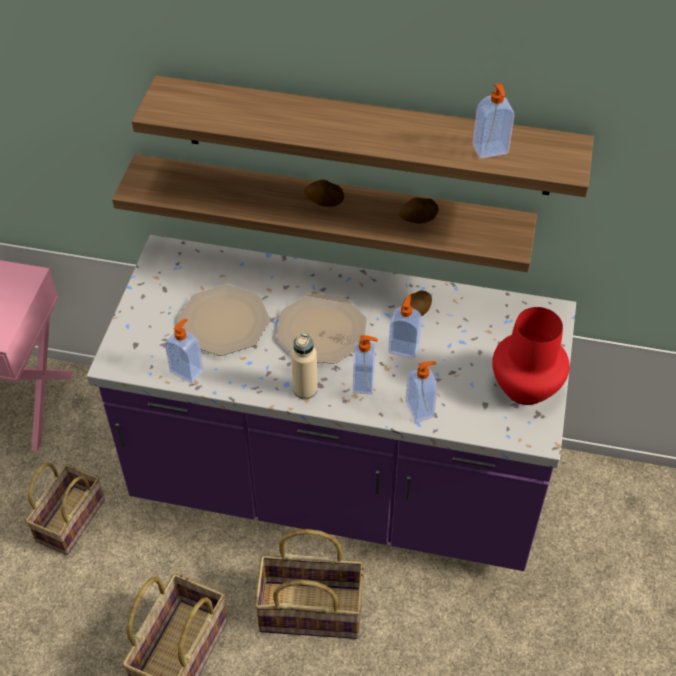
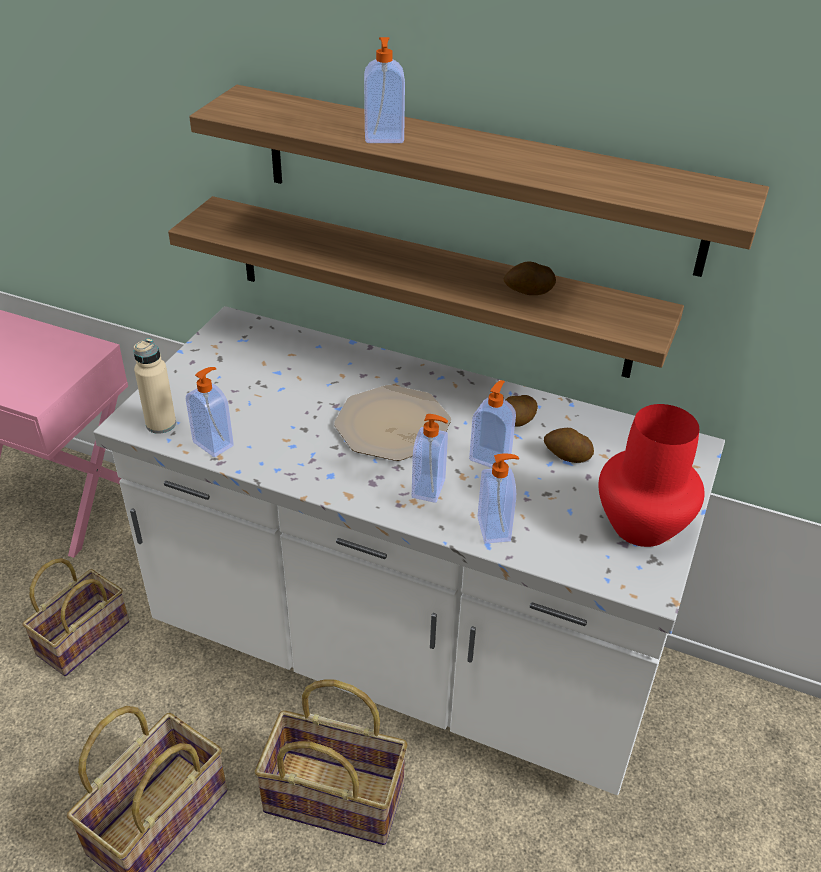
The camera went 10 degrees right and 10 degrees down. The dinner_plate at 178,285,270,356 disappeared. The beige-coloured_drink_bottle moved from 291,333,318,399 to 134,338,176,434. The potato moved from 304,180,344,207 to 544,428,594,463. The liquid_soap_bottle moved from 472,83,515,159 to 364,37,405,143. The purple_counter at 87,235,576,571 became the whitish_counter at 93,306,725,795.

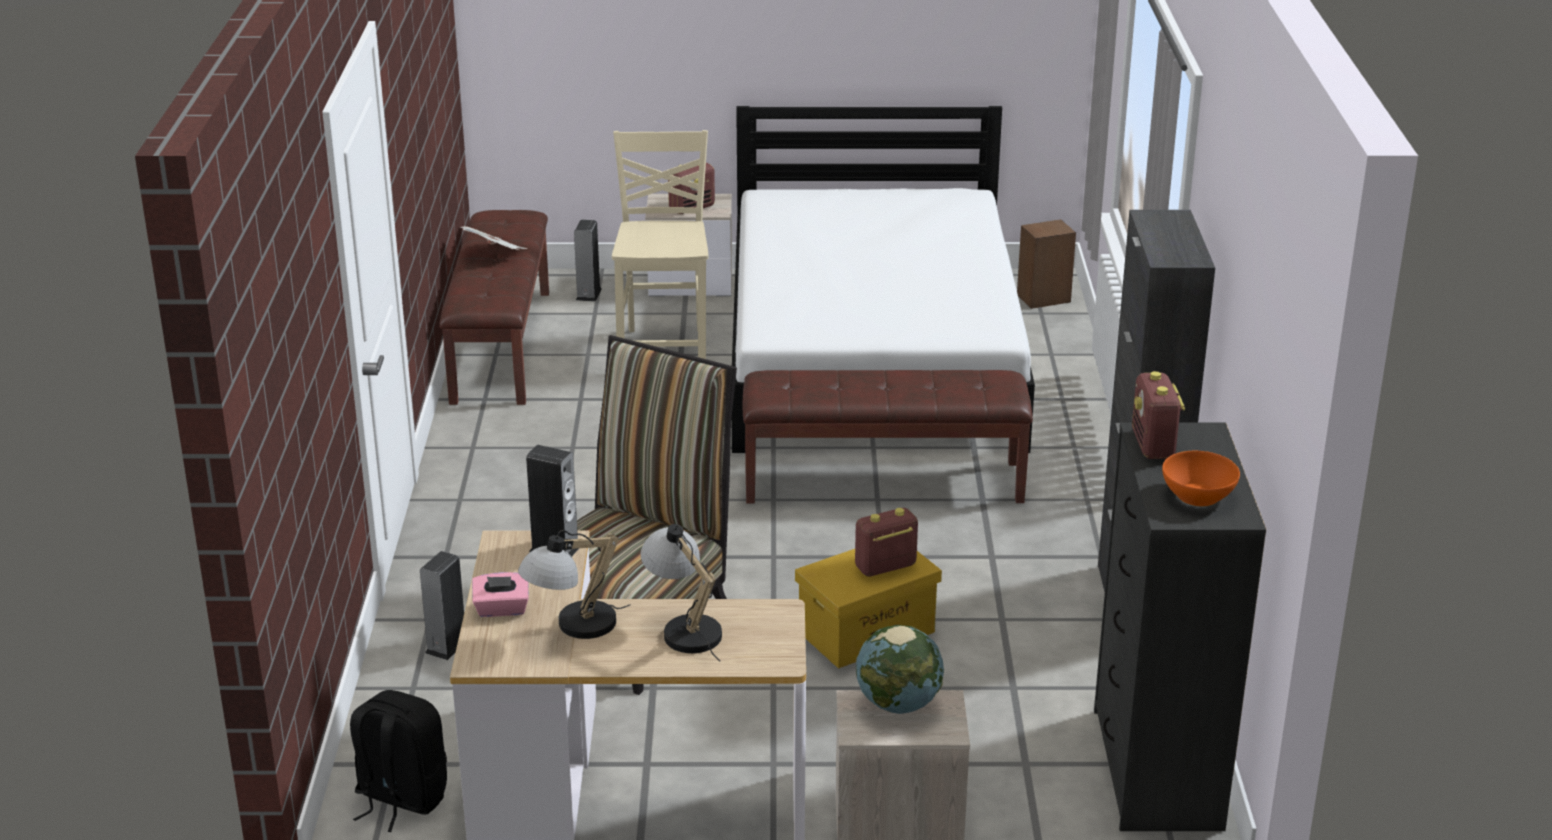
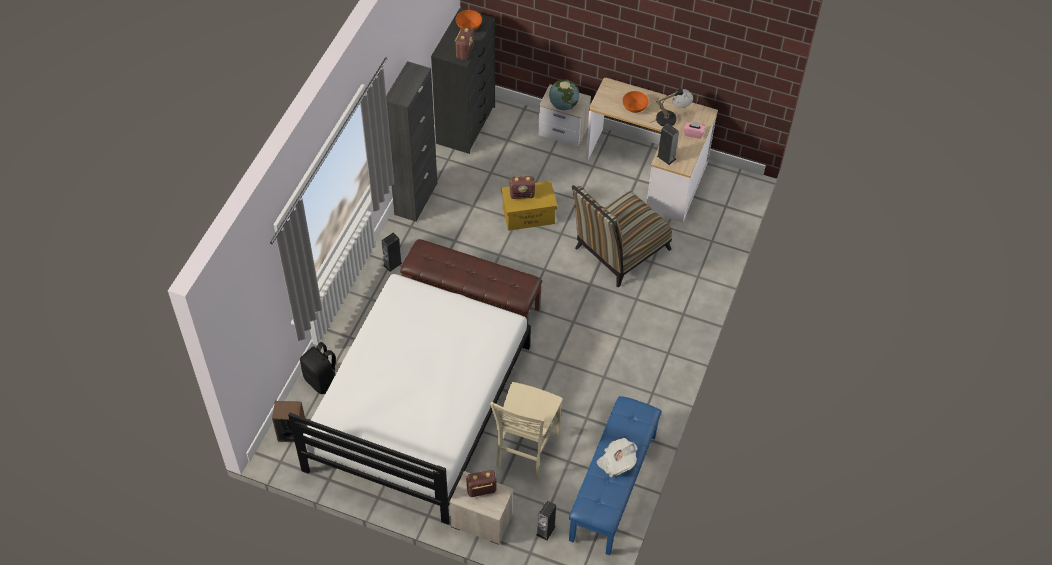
The camera went 160 degrees left and 25 degrees up. The black-coloured_backpack moved from 350,690,447,832 to 300,342,336,394. The audio_speaker moved from 420,551,464,660 to 382,233,402,272. The tabletop_lamp at 641,524,722,662 was replaced by the orangey_serving_bowl at 623,91,649,113. The brown_bench at 439,210,549,405 became the blue_bench at 569,396,662,556.

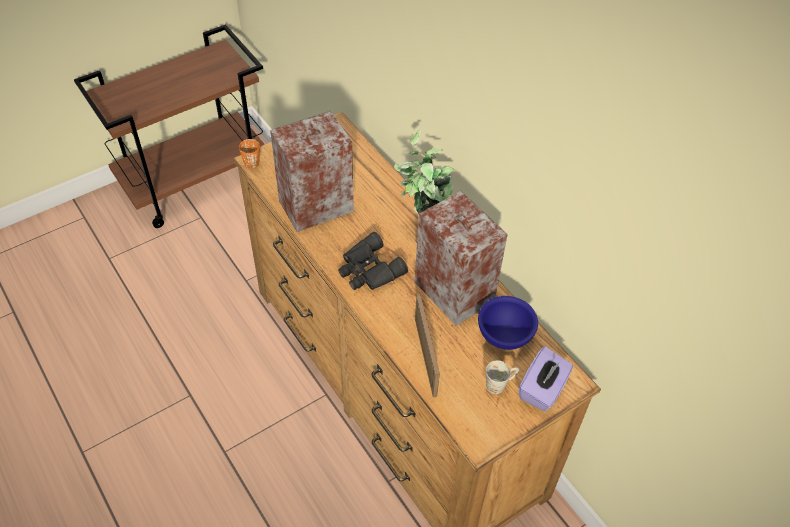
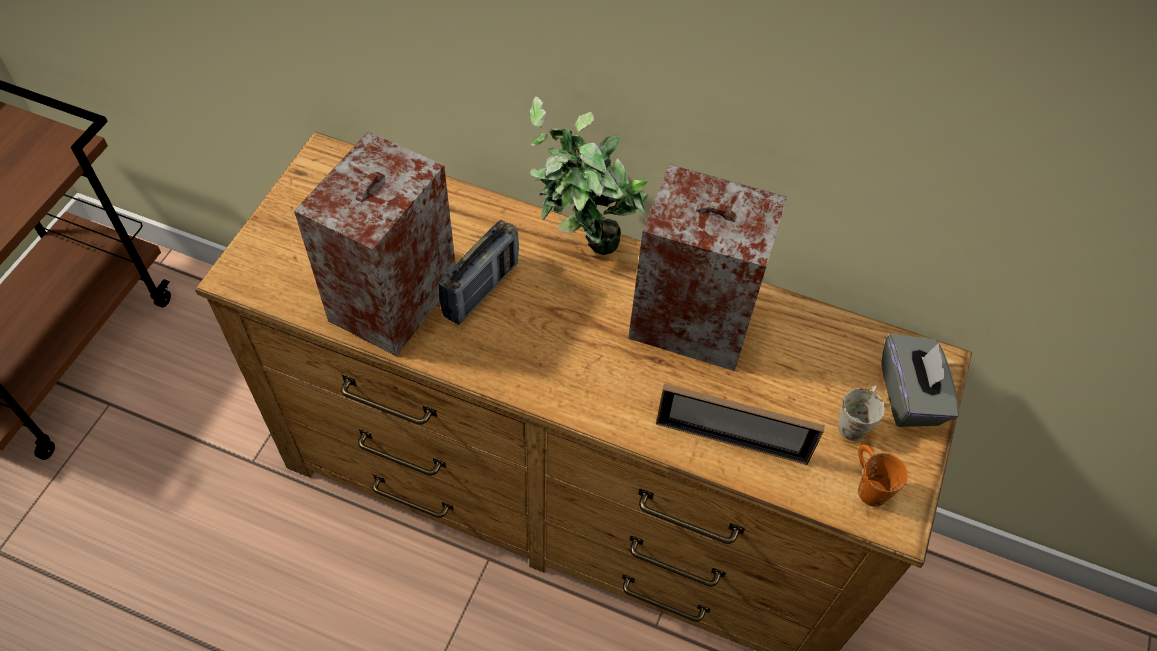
The camera went 35 degrees left and 5 degrees up. The black-coloured_field_glasses at 338,232,408,290 disappeared. The blue_serving_bowl at 478,296,538,350 disappeared. The radio_receiver at 439,220,519,325 appeared. The orangey_coffee_mug moved from 239,138,260,169 to 858,444,908,507. The purple_tissue_box at 519,346,573,411 became the grey_tissue_box at 881,334,959,427. The photo_frame at 415,294,440,398 turned 150 degrees clockwise.

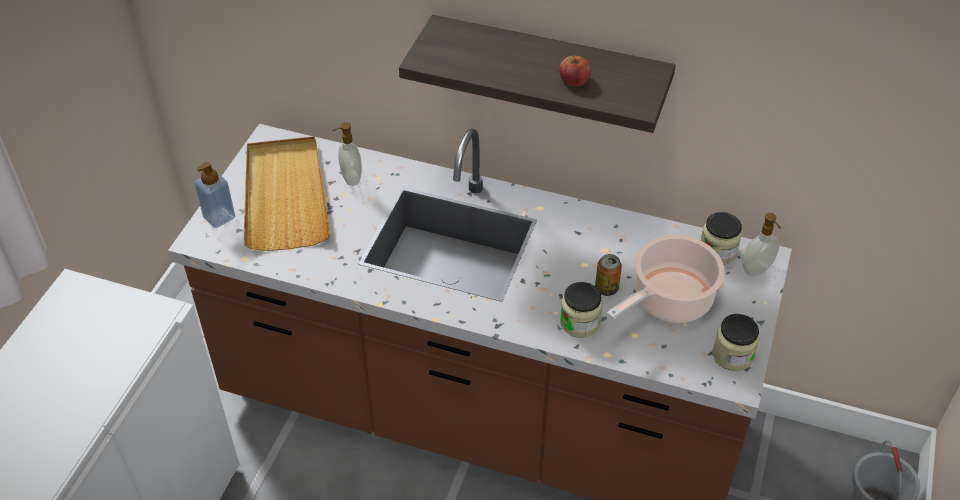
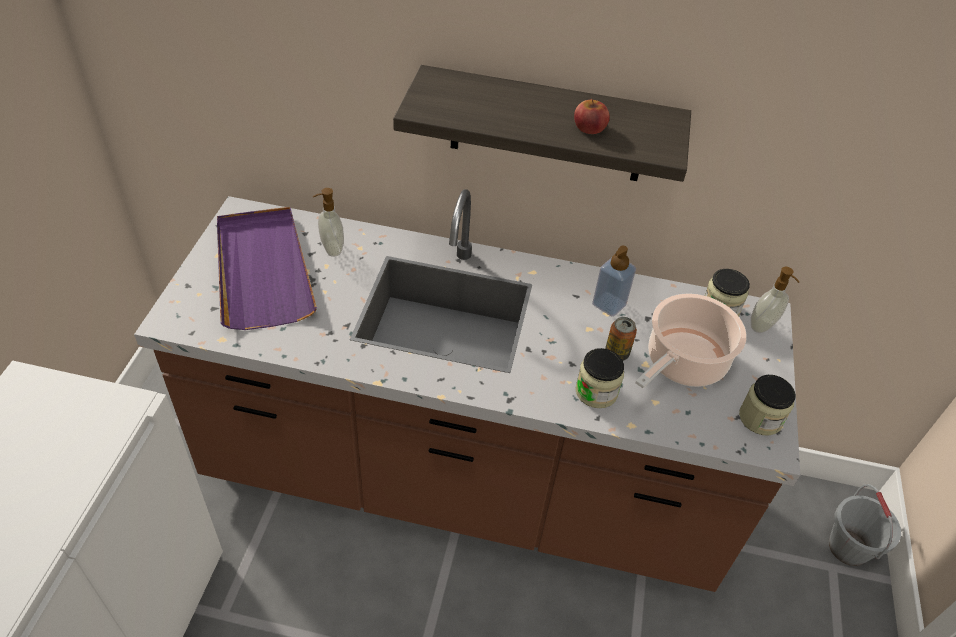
The camera went 10 degrees left and 0 degrees up. The liquid_soap_bottle moved from 194,162,236,228 to 592,246,636,317. The beige-coloured_serving_tray at 243,136,330,251 became the purple_serving_tray at 217,207,317,330.

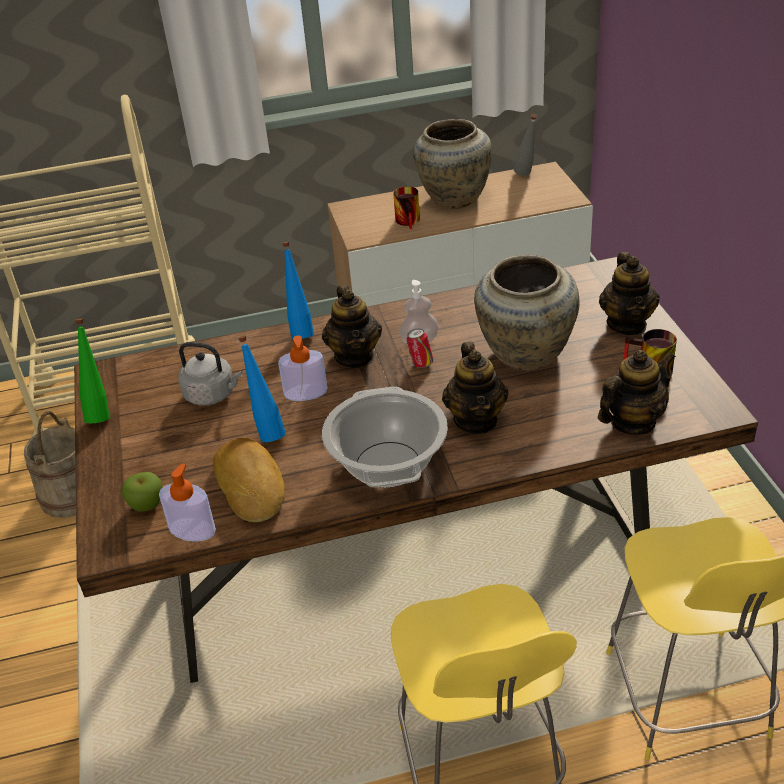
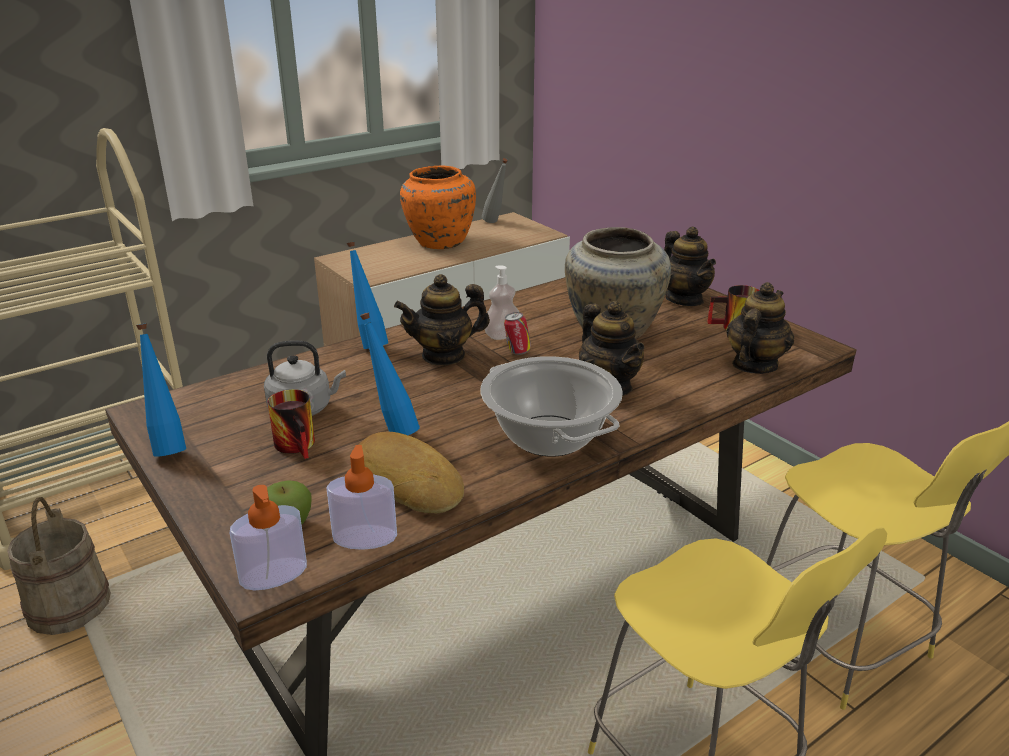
The camera went 25 degrees left and 10 degrees down. The liquid_soap_bottle moved from 278,336,327,401 to 230,485,307,591. The coffee_mug moved from 393,186,420,229 to 268,389,315,459. The greenish_drink_bottle at 75,318,110,423 became the blue_drink_bottle at 136,323,186,457. The beige-coloured_flower_vase at 414,119,492,209 became the orangey_flower_vase at 400,165,476,249. The tea_pot at 322,285,382,368 turned 105 degrees clockwise.

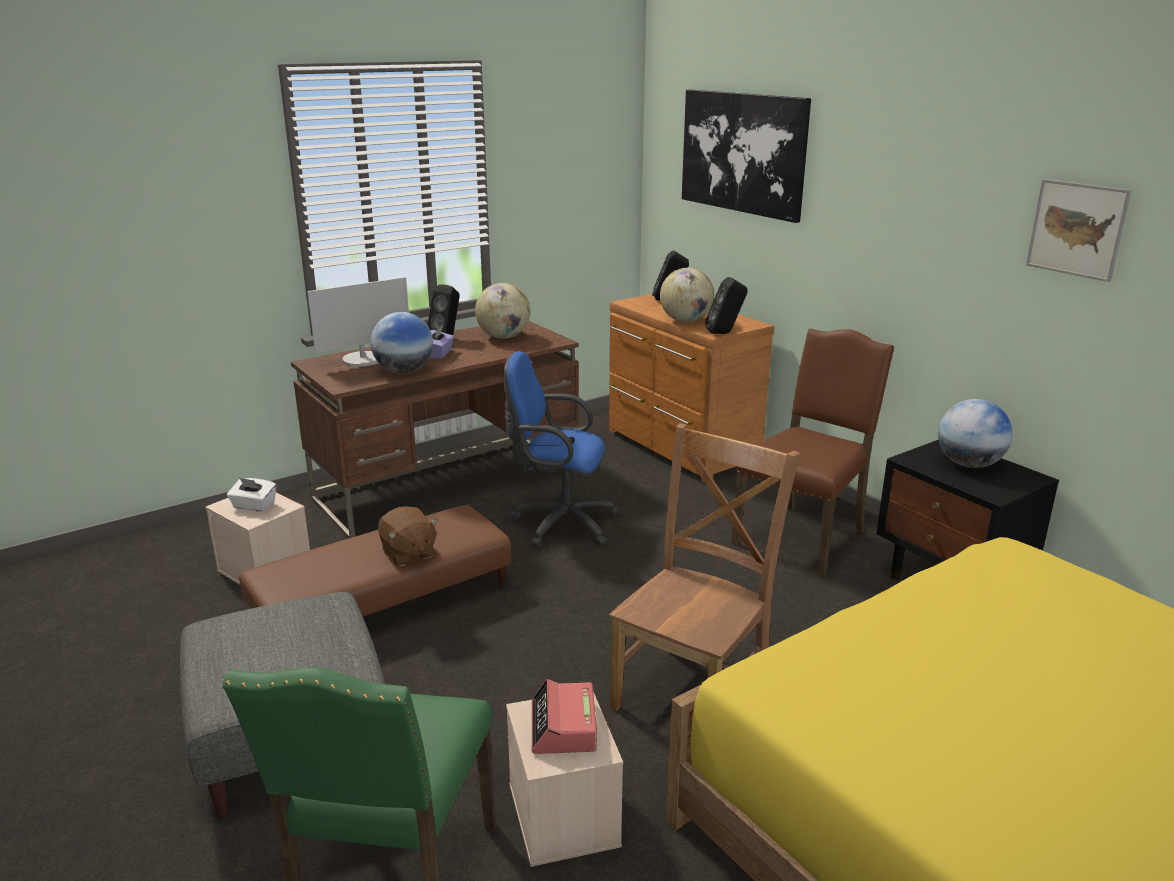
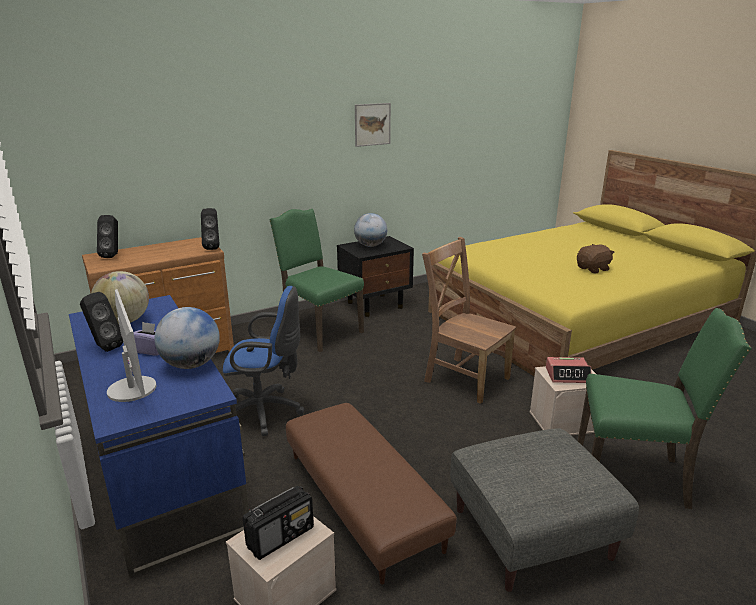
The camera went 85 degrees left and 0 degrees up. The world_globe at 660,268,714,322 disappeared. The wall_art at 682,89,811,223 disappeared. The brown_cuddly_toy moved from 378,506,438,566 to 577,244,615,274. The whitish_tissue_box at 227,478,276,512 was replaced by the radio_receiver at 243,486,314,560. The brown_desk at 291,321,579,538 became the blue_desk at 69,295,249,578. The brown_upright_chair at 731,329,894,578 became the greenish_upright_chair at 270,209,364,352. The blue_desk_chair at 503,351,620,548 turned 105 degrees counterclockwise.

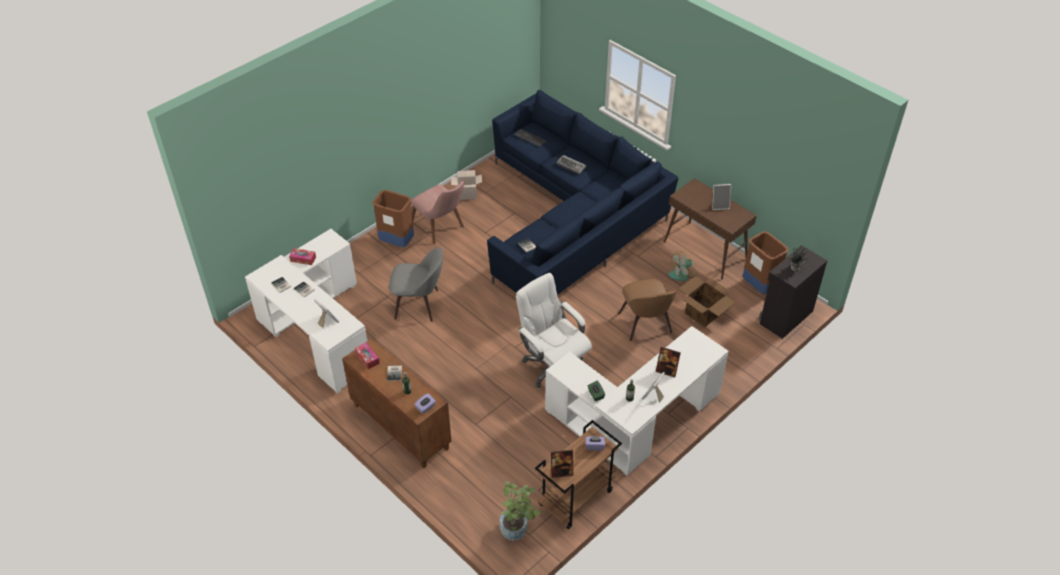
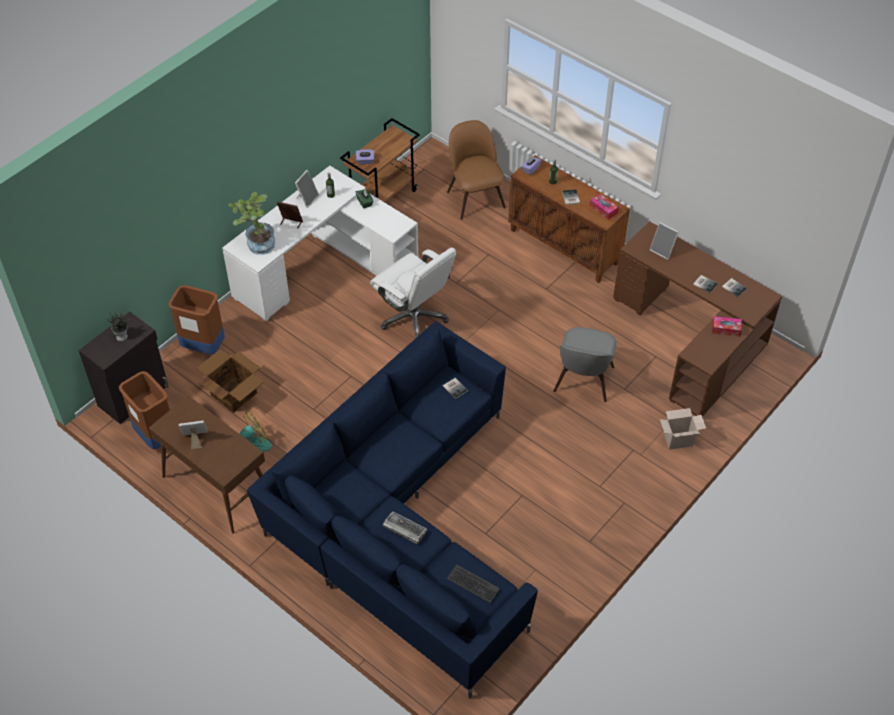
The camera went 175 degrees right and 5 degrees up. The pink-coloured_upright_chair at 410,181,464,244 disappeared. The photo_frame at 551,450,573,478 disappeared. The brown_waste_bin moved from 372,190,414,247 to 168,285,224,354. The carton moved from 451,170,482,200 to 660,408,706,450. The plant_in_a_pot moved from 499,481,541,541 to 228,192,275,255. The brown_upright_chair moved from 618,279,677,341 to 447,120,506,219. The whitish_desk at 245,229,367,394 became the brown_desk at 613,221,782,417. The grey_upright_chair at 389,248,443,322 turned 75 degrees counterclockwise.

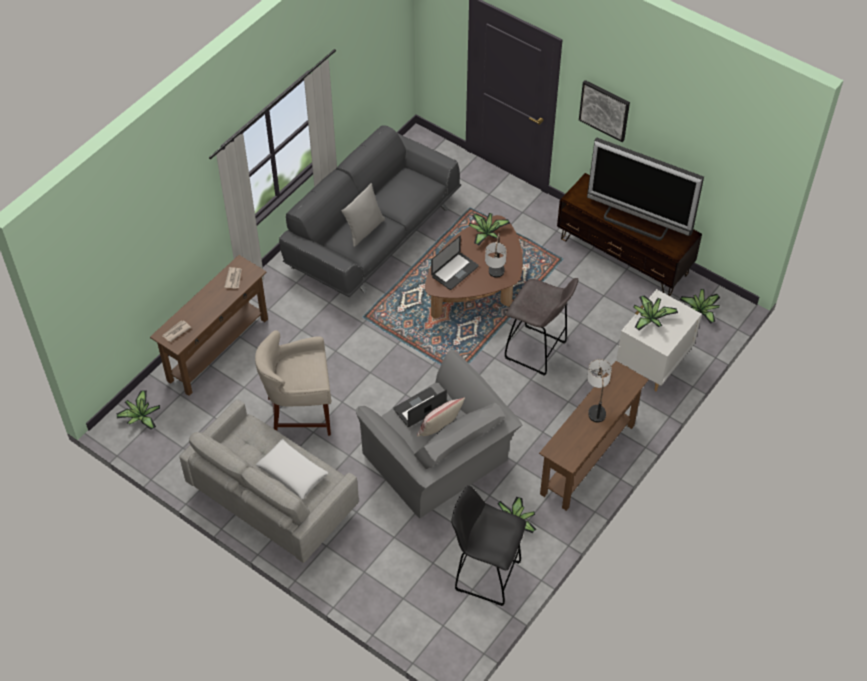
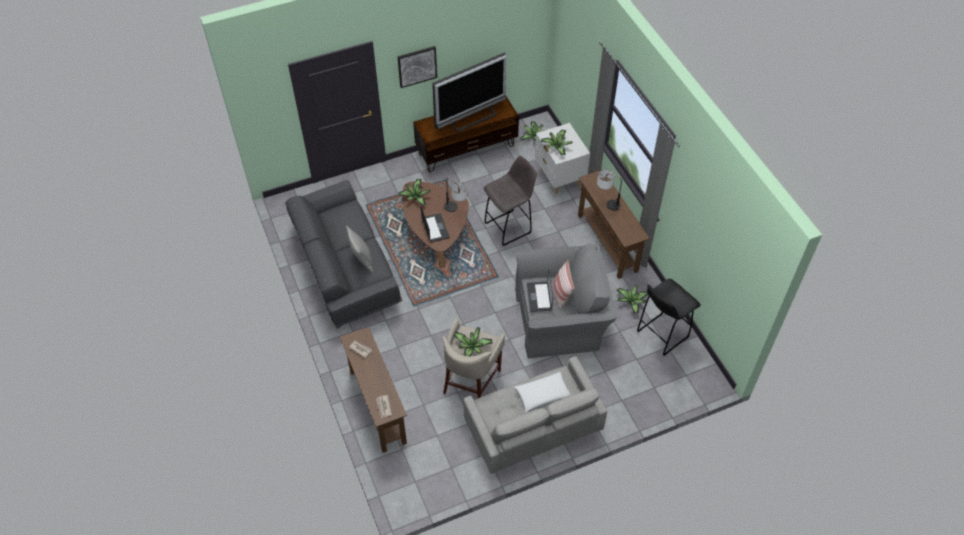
The camera went 60 degrees left and 0 degrees up. The plant_in_a_pot moved from 117,390,160,430 to 454,327,492,356.

